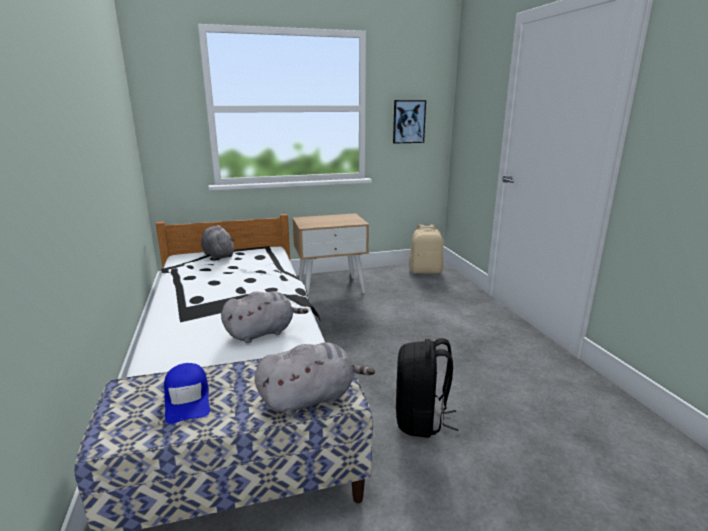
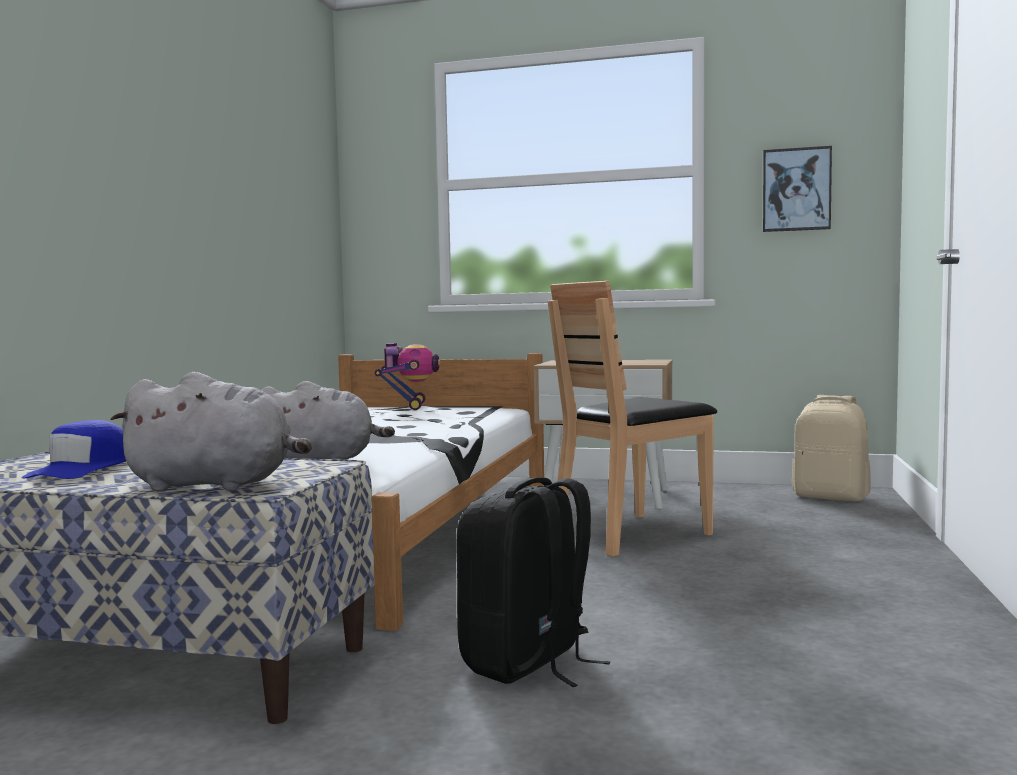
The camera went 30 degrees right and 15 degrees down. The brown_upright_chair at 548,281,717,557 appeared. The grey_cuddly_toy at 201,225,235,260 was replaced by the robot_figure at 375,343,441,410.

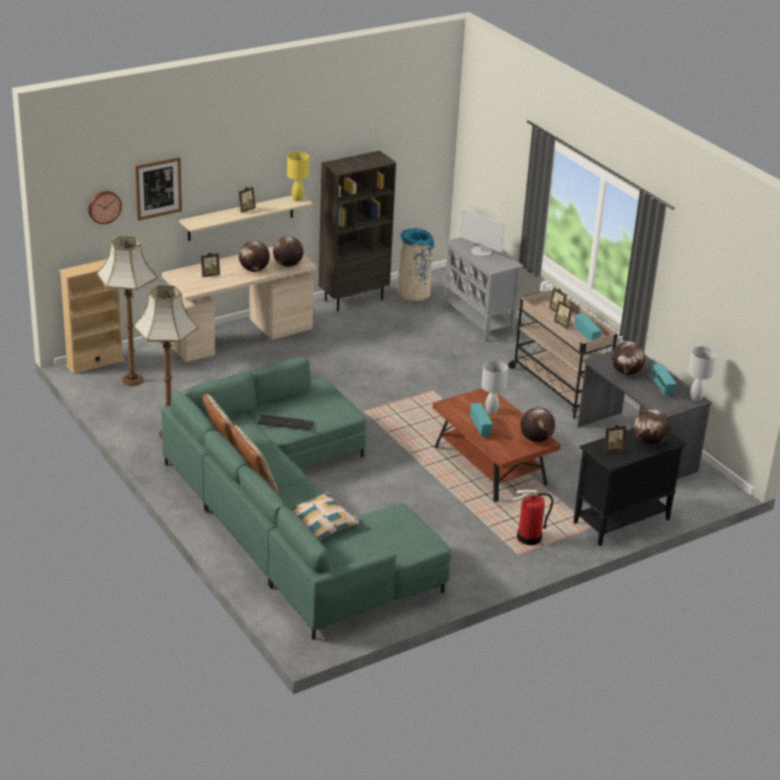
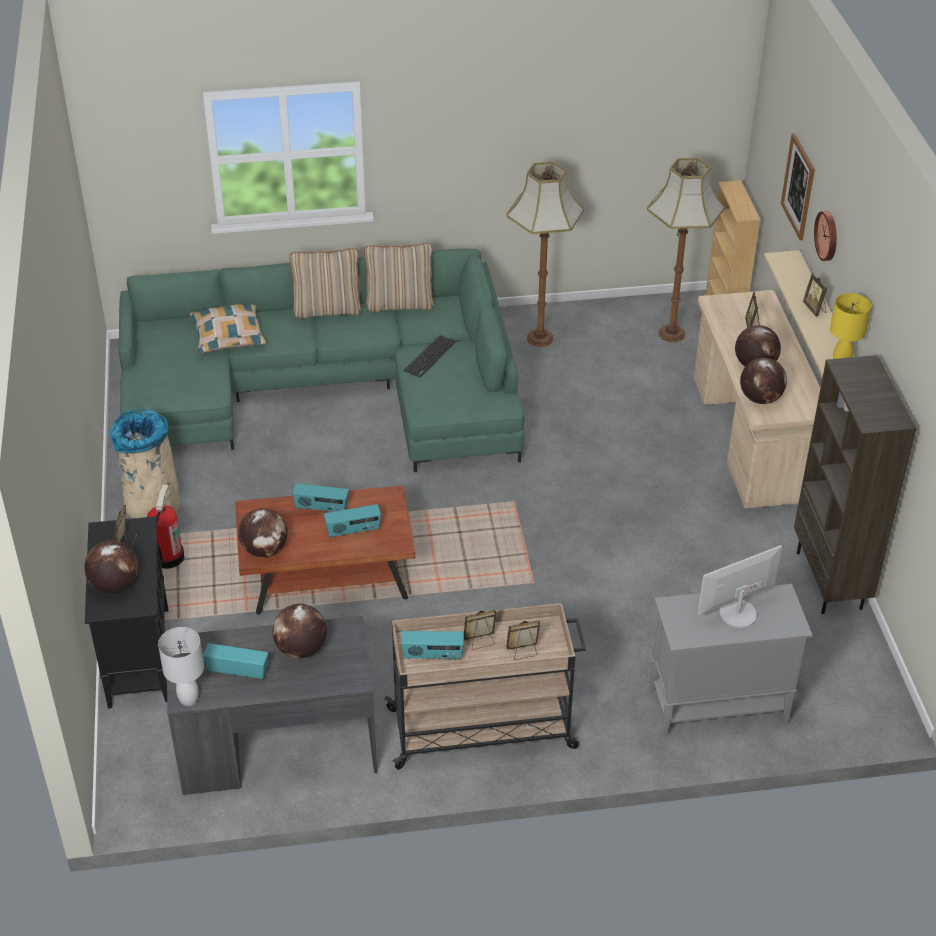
The camera went 115 degrees right and 10 degrees up. The clock_on_the_wall moved from 88,191,122,224 to 814,211,837,261. The beige-coloured_waste_bin moved from 396,228,434,301 to 109,409,181,518. The whitish_tabletop_lamp at 481,360,508,414 was replaced by the radio_receiver at 324,504,381,538.

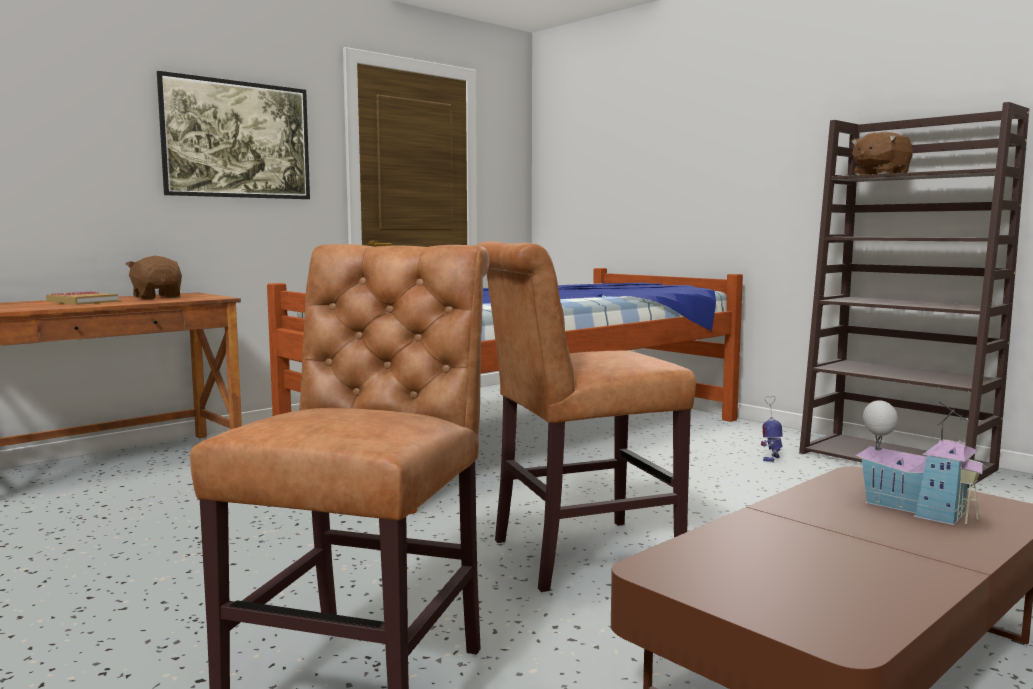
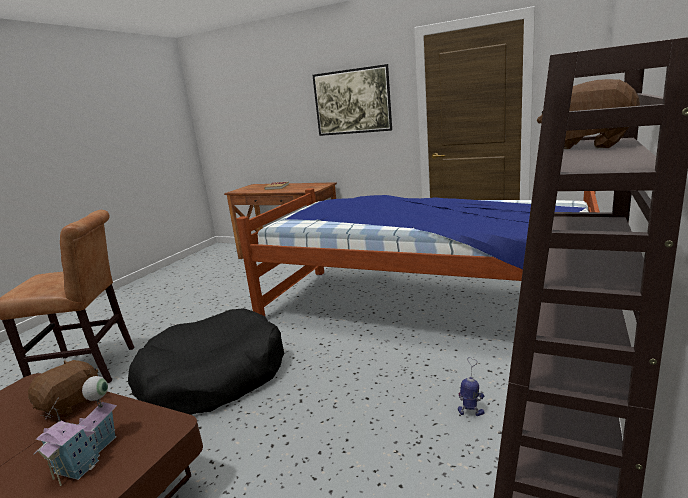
The camera went 70 degrees right and 10 degrees up. The brown_cuddly_toy moved from 126,256,182,299 to 28,360,98,418. The brown_upright_chair at 477,241,696,592 was replaced by the black-coloured_dog_bed at 128,308,284,415.

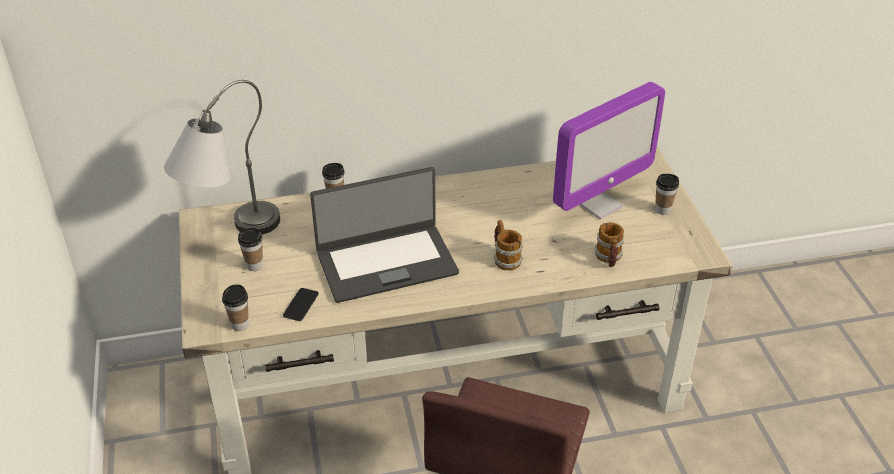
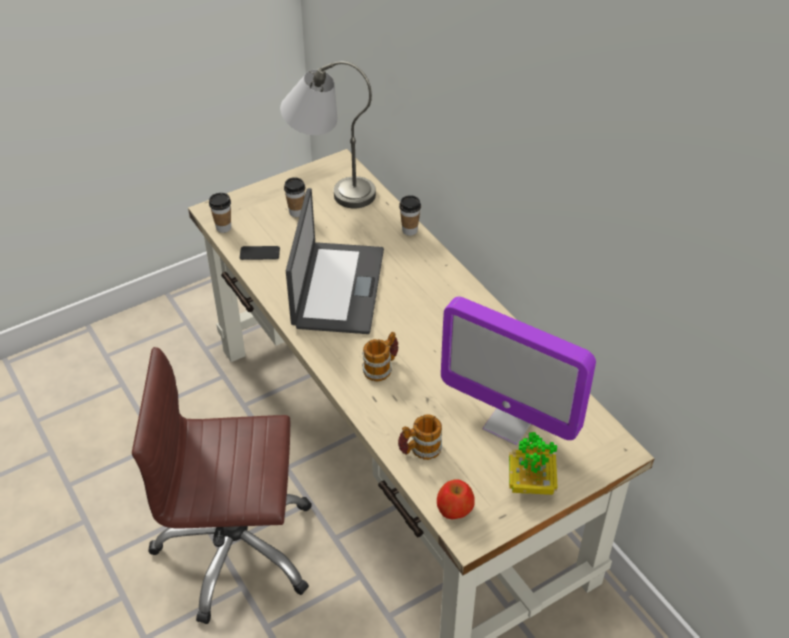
The camera went 70 degrees right and 5 degrees up. The apple_fruit at 437,479,475,519 appeared. The cup at 655,174,679,215 was replaced by the plant_in_a_pot at 509,432,558,495. The laptop at 310,167,459,303 turned 135 degrees counterclockwise.

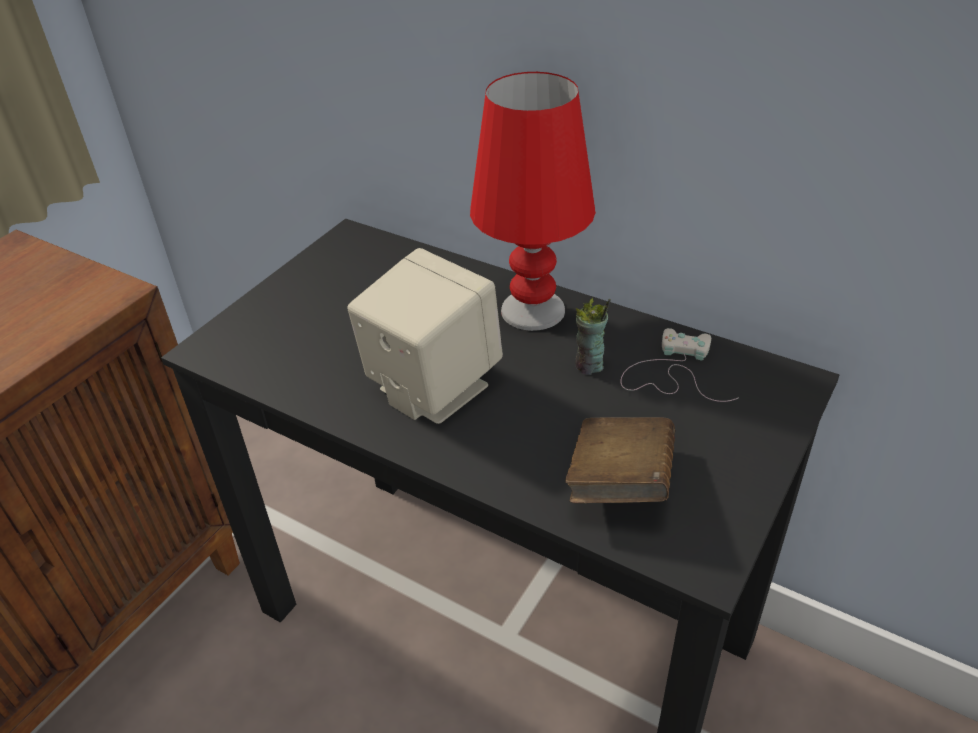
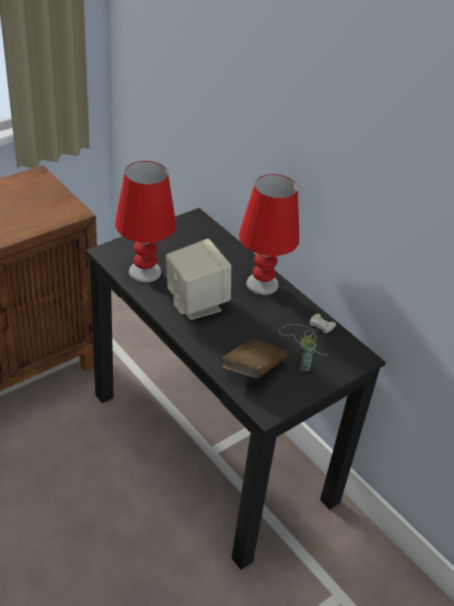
The camera went 15 degrees right and 0 degrees up. The red_tabletop_lamp at 115,161,176,282 appeared. The cup moved from 575,298,611,375 to 296,334,317,372.

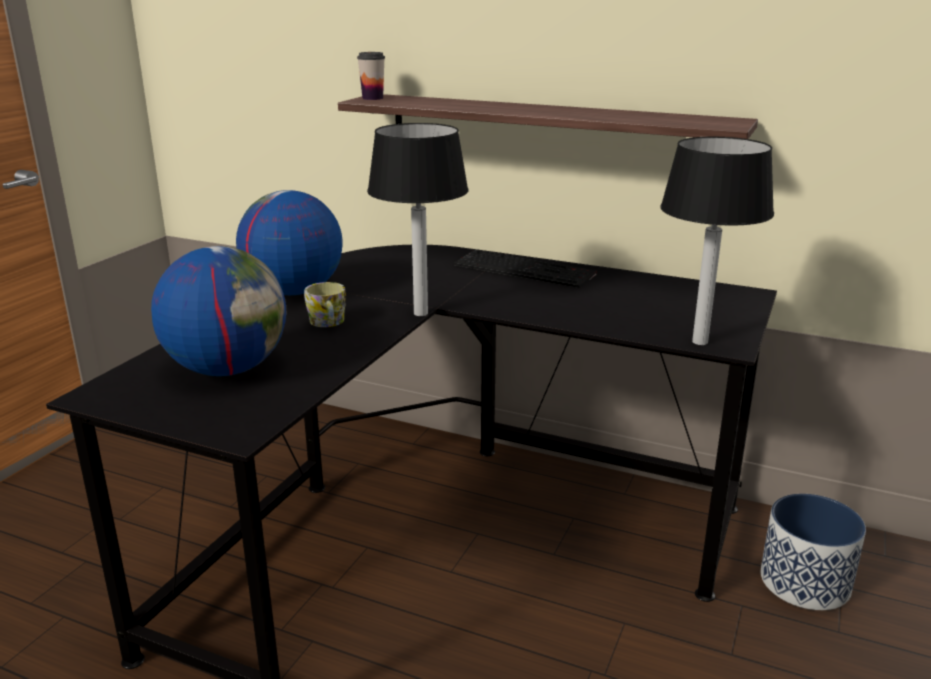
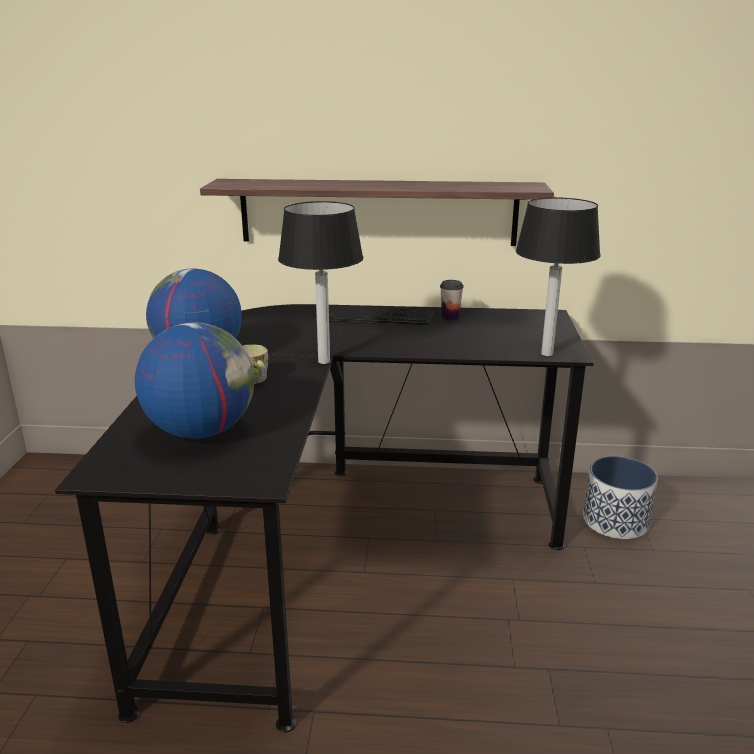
The camera went 20 degrees left and 0 degrees up. The cup moved from 357,52,385,100 to 440,280,464,321.

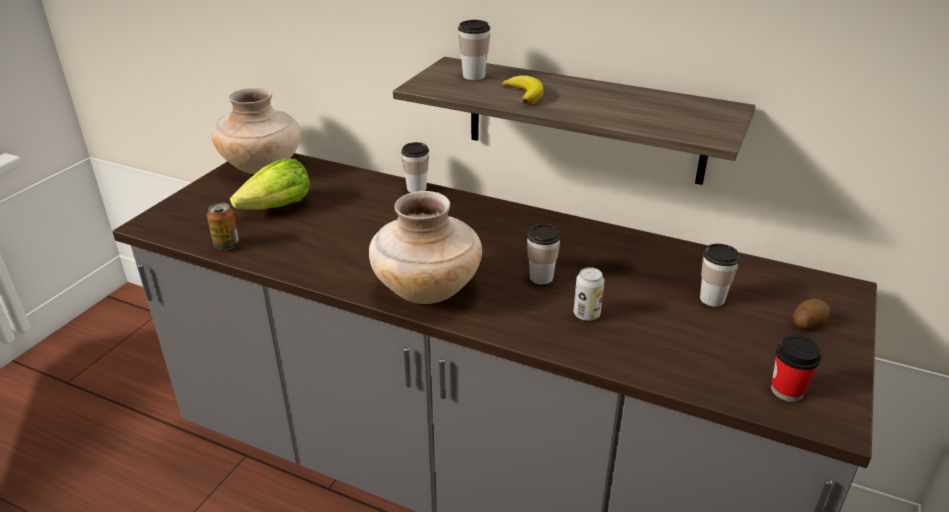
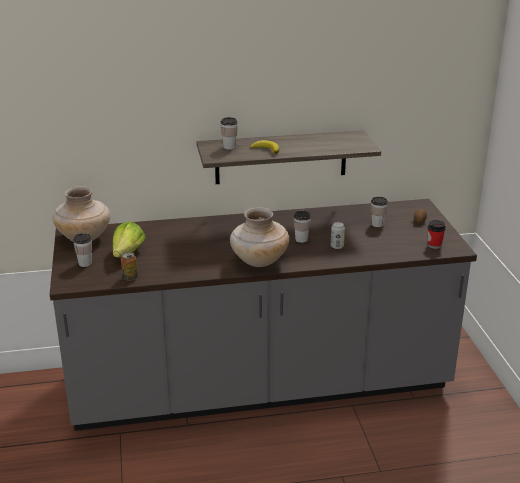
The camera went 35 degrees left and 5 degrees down. The cup moved from 401,142,429,193 to 73,233,92,267.

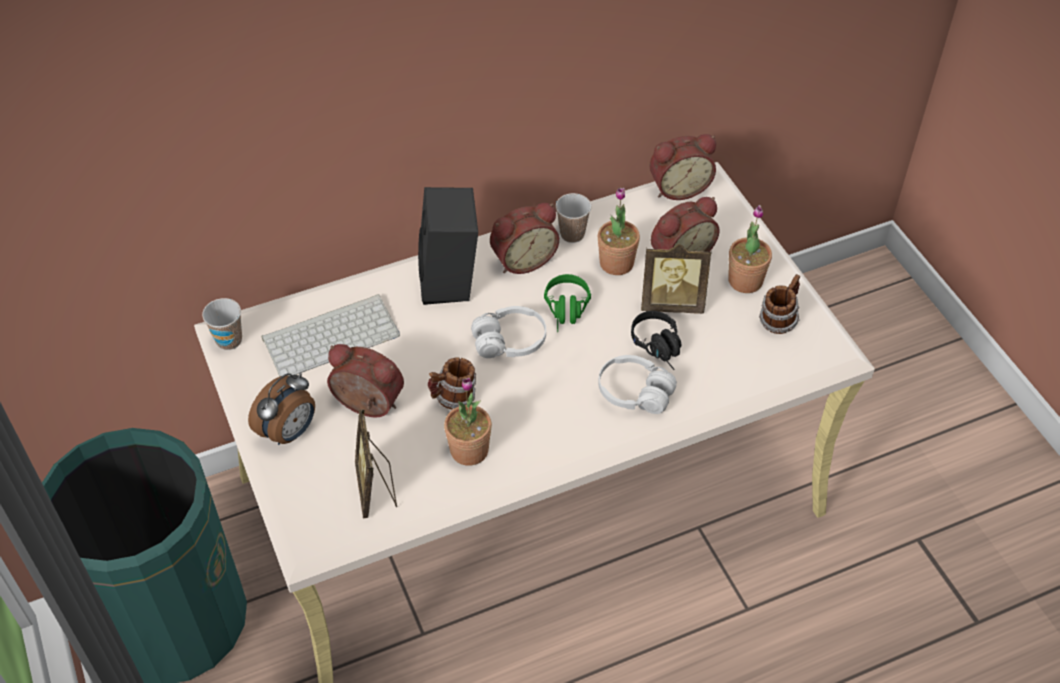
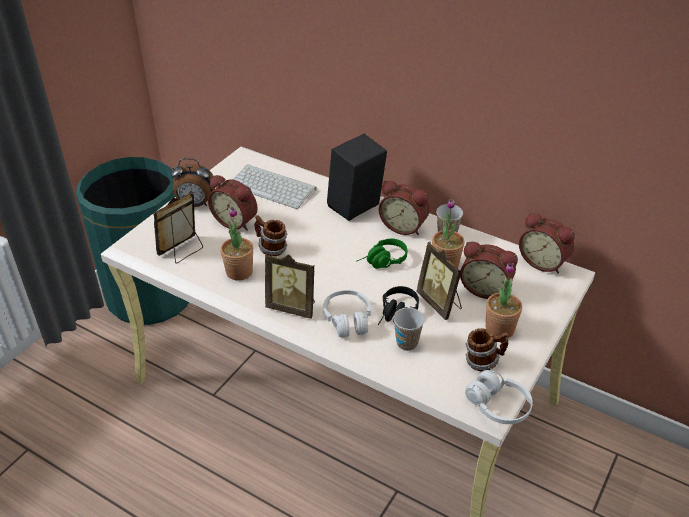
The camera went 55 degrees right and 10 degrees down. The photo_frame at 265,254,315,319 appeared. The cup moved from 202,298,242,350 to 393,308,425,351. The whitish_headset moved from 471,306,546,358 to 465,370,533,424. The bedside_clock at 327,344,404,418 turned 135 degrees clockwise.

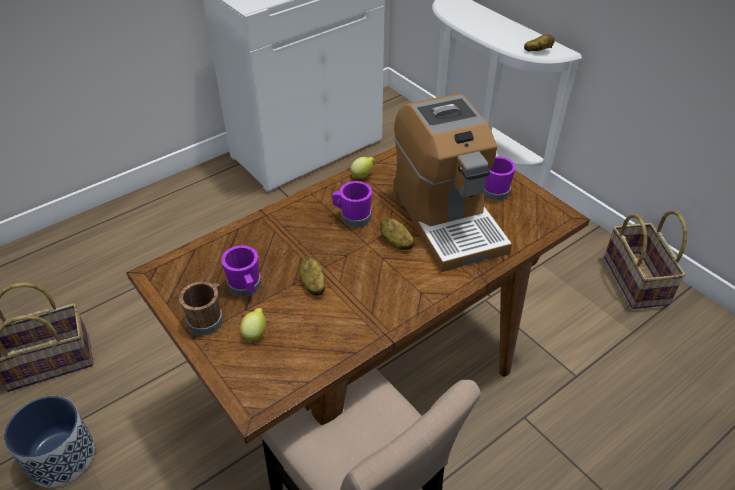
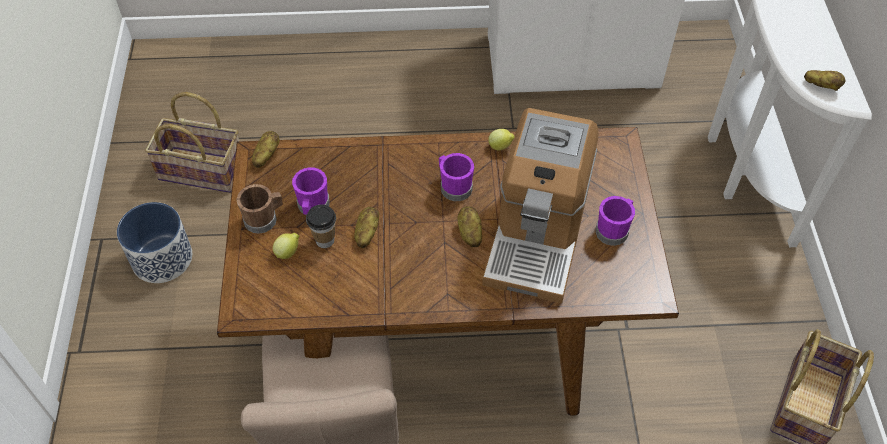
The camera went 35 degrees right and 10 degrees up. The potato at 252,131,279,168 appeared. The cup at 306,204,336,248 appeared.

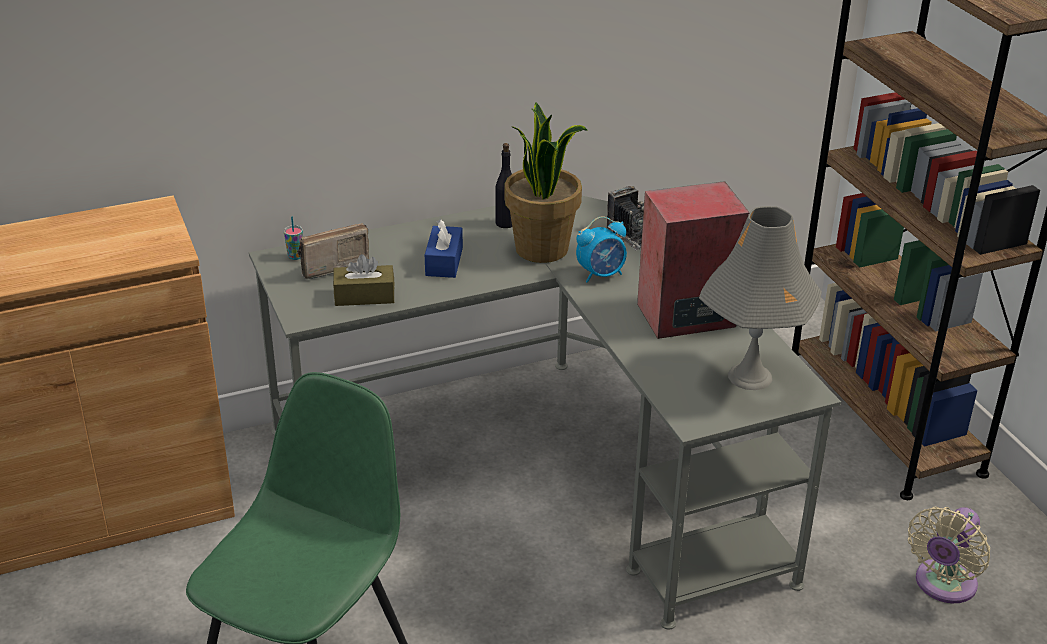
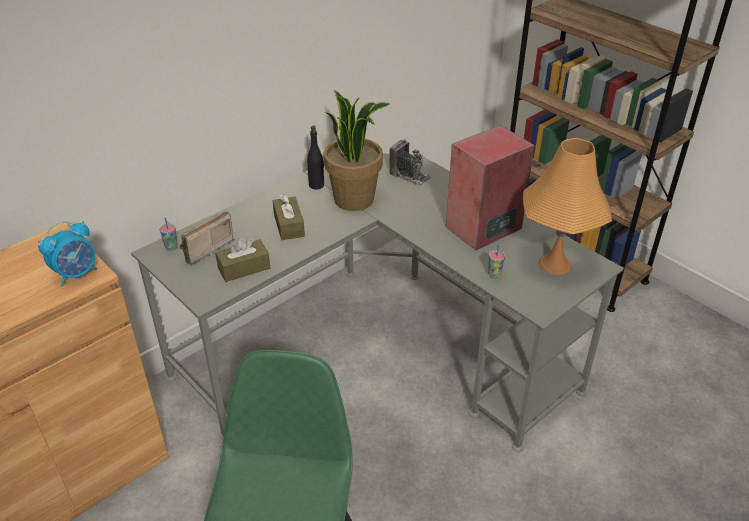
The camera went 20 degrees left and 5 degrees up. The beige-coloured_fan at 908,507,990,603 disappeared. The cup at 488,244,505,279 appeared. The bedside_clock moved from 576,216,627,283 to 38,221,97,286. The blue_tissue_box at 425,219,463,278 became the brown_tissue_box at 273,195,305,240. The grey_tabletop_lamp at 699,206,822,390 became the orangey_tabletop_lamp at 523,138,612,275.

